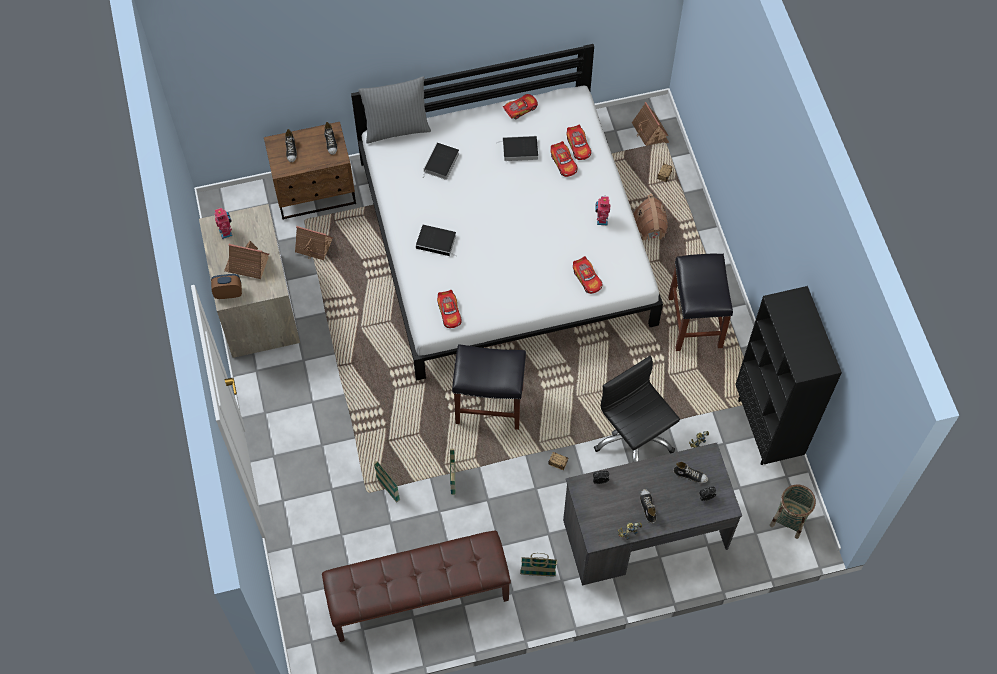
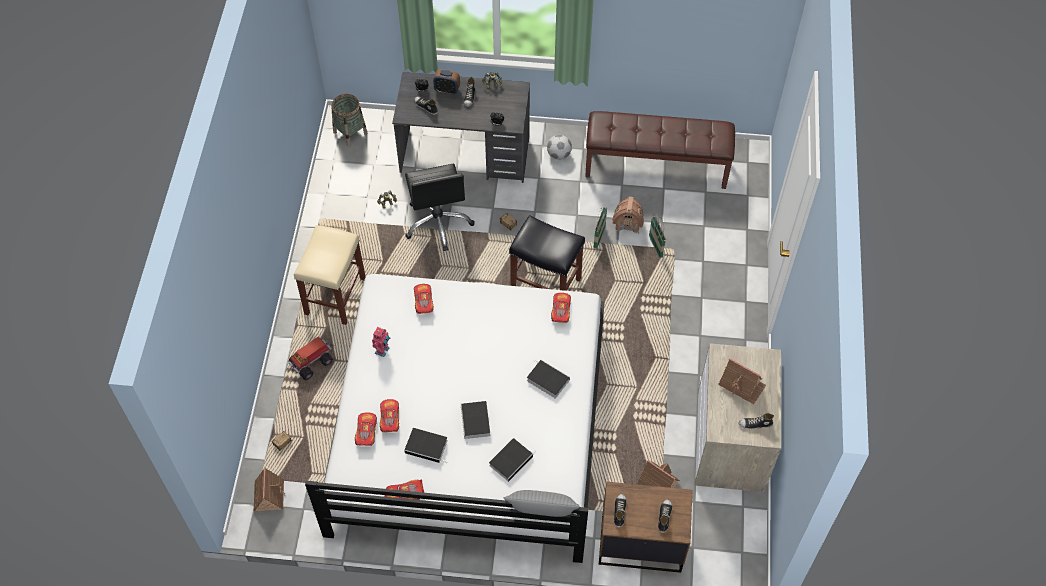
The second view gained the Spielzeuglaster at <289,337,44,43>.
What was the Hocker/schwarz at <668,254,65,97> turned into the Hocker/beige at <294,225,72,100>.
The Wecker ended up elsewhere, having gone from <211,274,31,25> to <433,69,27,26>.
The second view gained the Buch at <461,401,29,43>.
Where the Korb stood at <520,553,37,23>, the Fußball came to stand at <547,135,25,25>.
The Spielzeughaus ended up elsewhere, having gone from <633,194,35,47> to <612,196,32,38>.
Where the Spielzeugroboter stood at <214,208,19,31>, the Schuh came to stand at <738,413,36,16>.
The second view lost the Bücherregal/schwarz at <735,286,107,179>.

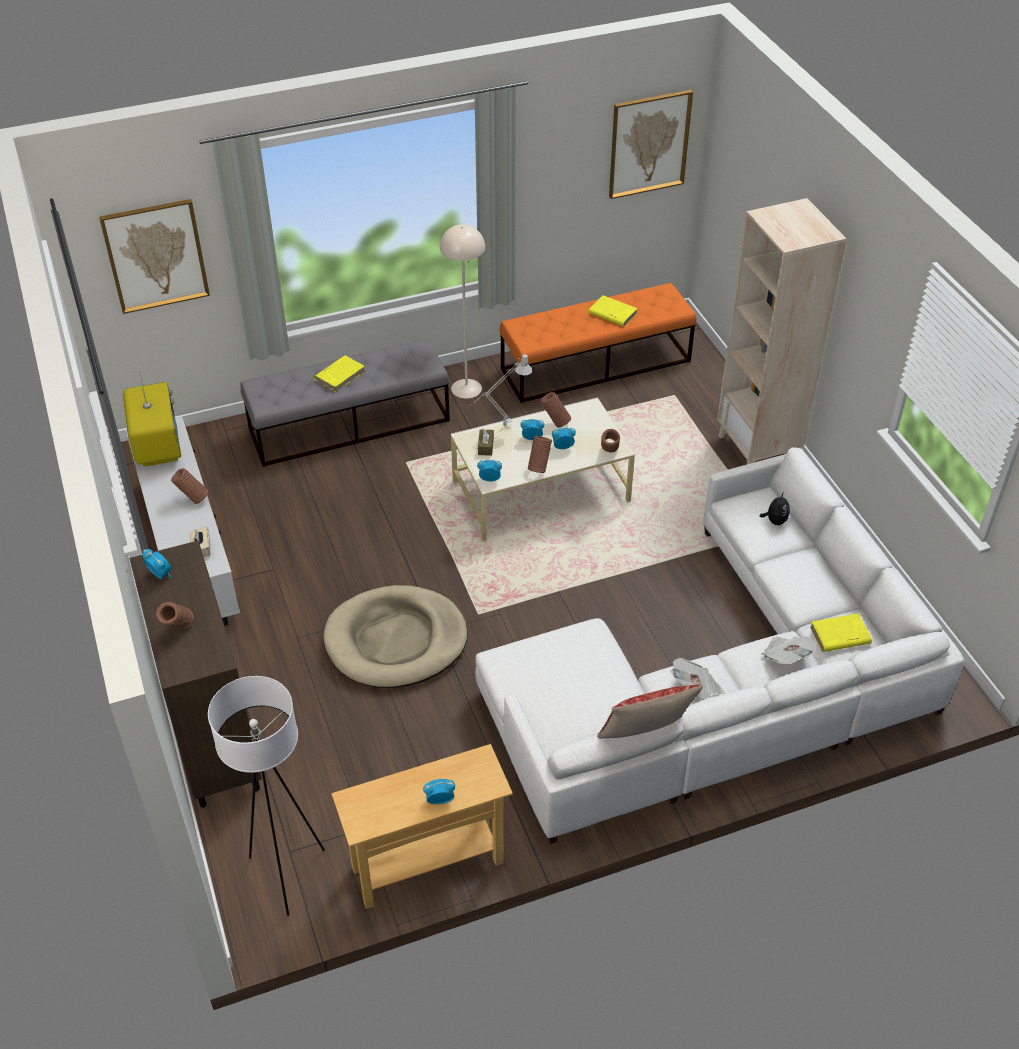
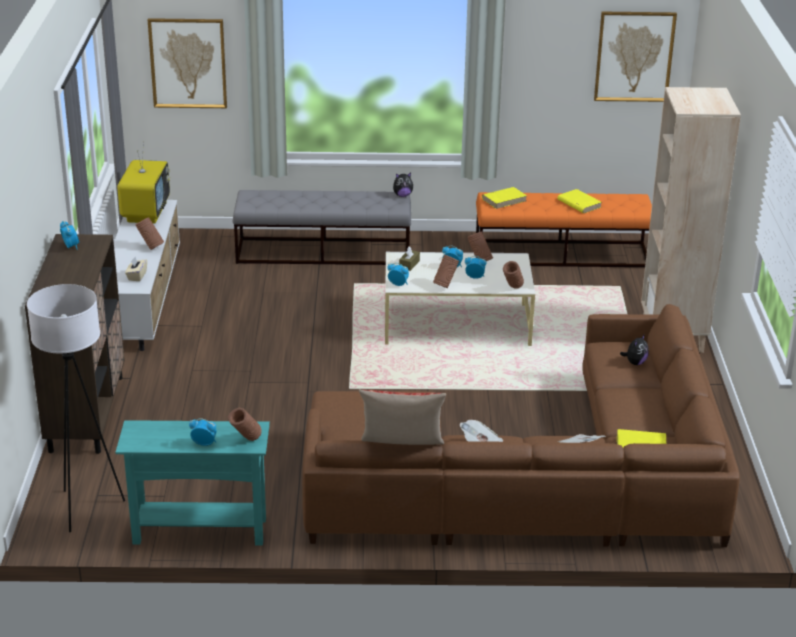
What was the Konsolentisch/beige at <331,744,182,165> turned into the Konsolentisch/türkis at <115,420,155,126>.
The Vase/braun ended up elsewhere, having gone from <156,602,38,27> to <228,408,34,33>.
What was the Sofa/weiß at <475,447,489,397> turned into the Sofa/braun at <302,304,438,243>.
The second view gained the Plüschtier at <393,173,20,24>.
The Buch/gelb ended up elsewhere, having gone from <314,355,51,37> to <482,187,45,22>.
The second view lost the Hundebett/beige at <323,585,144,103>.
The second view lost the Stehlampe/beige at <440,224,45,175>.
The second view lost the Tischlampe/grau at <472,354,60,72>.

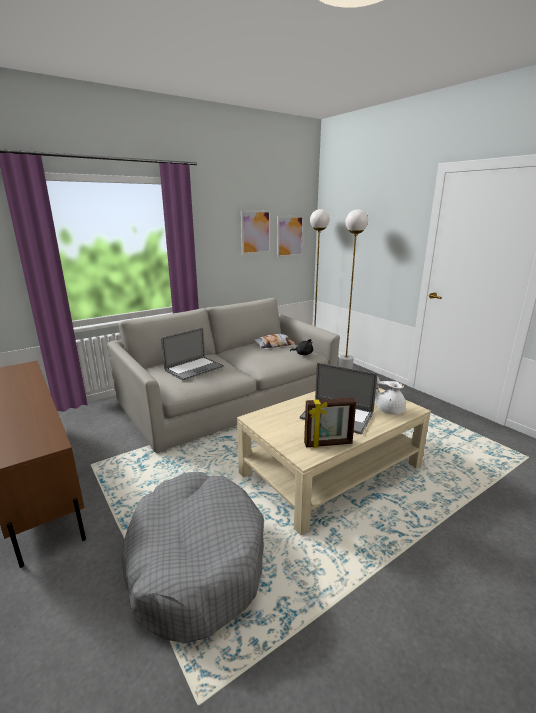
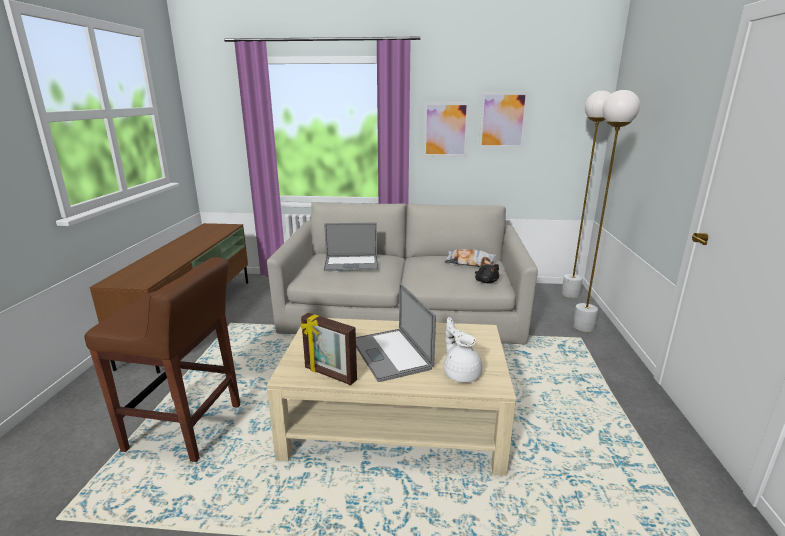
Where the Hundebett/grau stood at <121,472,143,171>, the Hocker/braun came to stand at <84,257,157,205>.
The Bild ended up elsewhere, having gone from <277,216,27,41> to <424,103,45,54>.

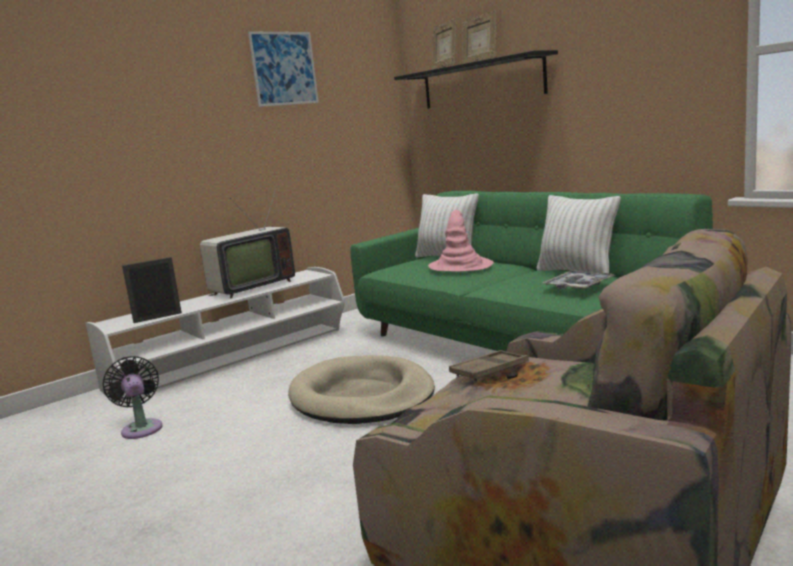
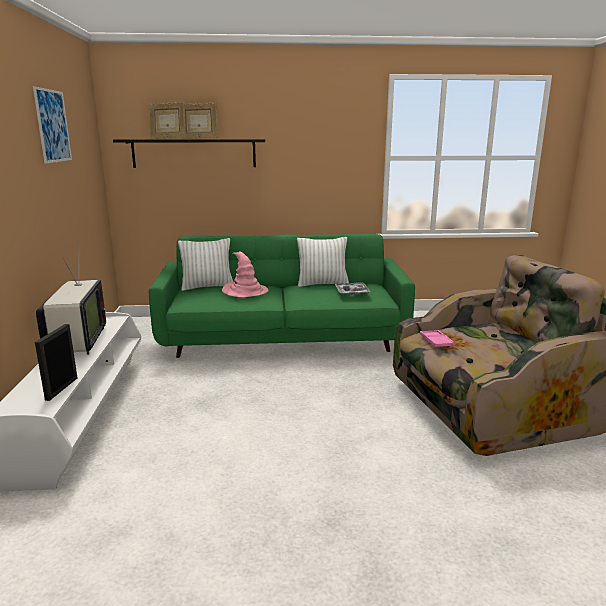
What was the Tablett/braun at <449,350,80,31> turned into the Tablett/rosa at <420,330,35,18>.
The second view lost the Ventilator/schwarz at <103,356,59,83>.
The second view lost the Hundebett/beige at <288,355,147,69>.

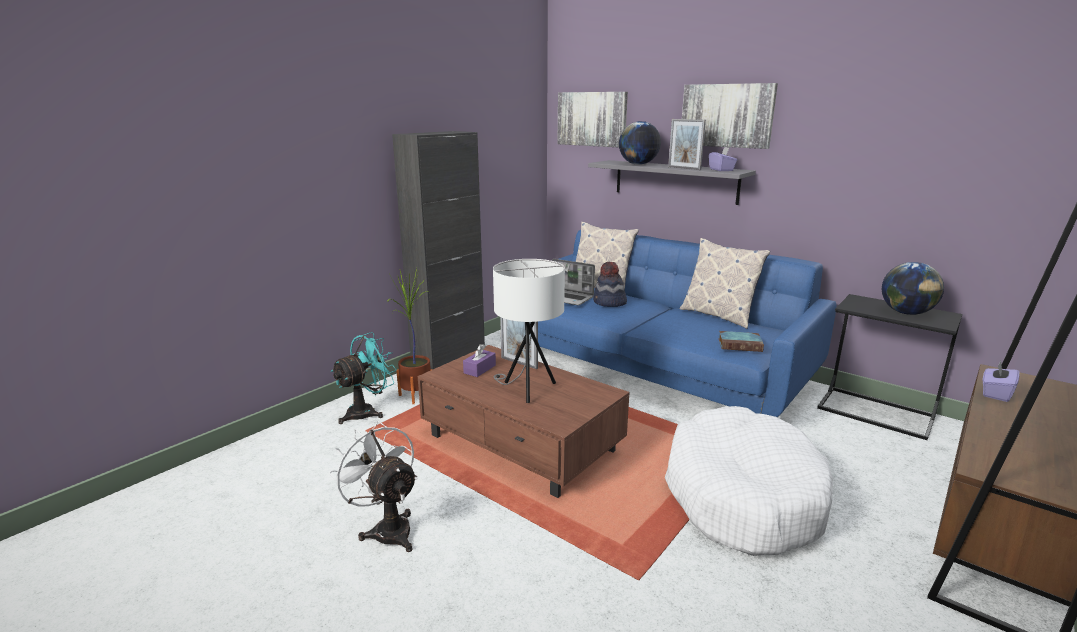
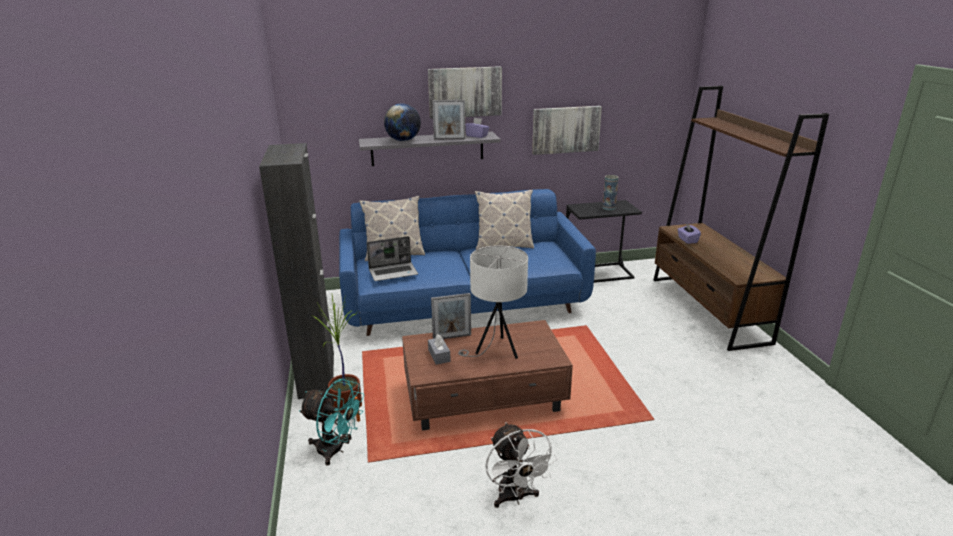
The Ventilator/türkis at <331,332,66,92> ended up facing another way, 120 degrees clockwise from before.
What was the Taschentuchbox/lila at <463,344,33,33> turned into the Taschentuchbox/grau at <428,334,23,31>.
The Ventilator/weiß at <329,421,89,131> ended up facing another way, 105 degrees counterclockwise from before.
The Bild ended up elsewhere, having gone from <557,92,71,55> to <532,106,70,49>.
Where the Globus stood at <882,262,62,53>, the Vase came to stand at <602,175,17,36>.
The second view lost the Hut at <593,262,34,45>.
The second view lost the Hundebett/weiß at <665,406,168,150>.
The second view lost the Buch at <718,331,46,21>.

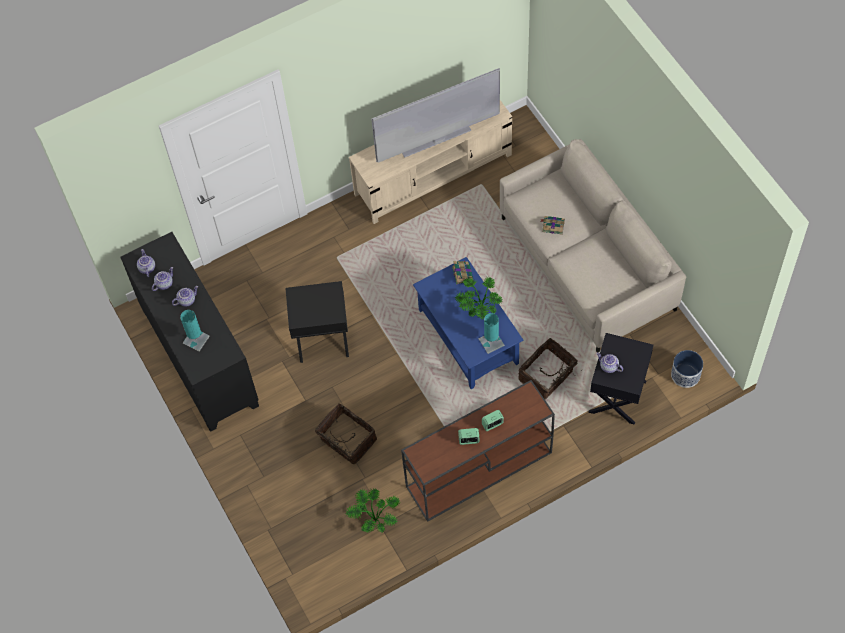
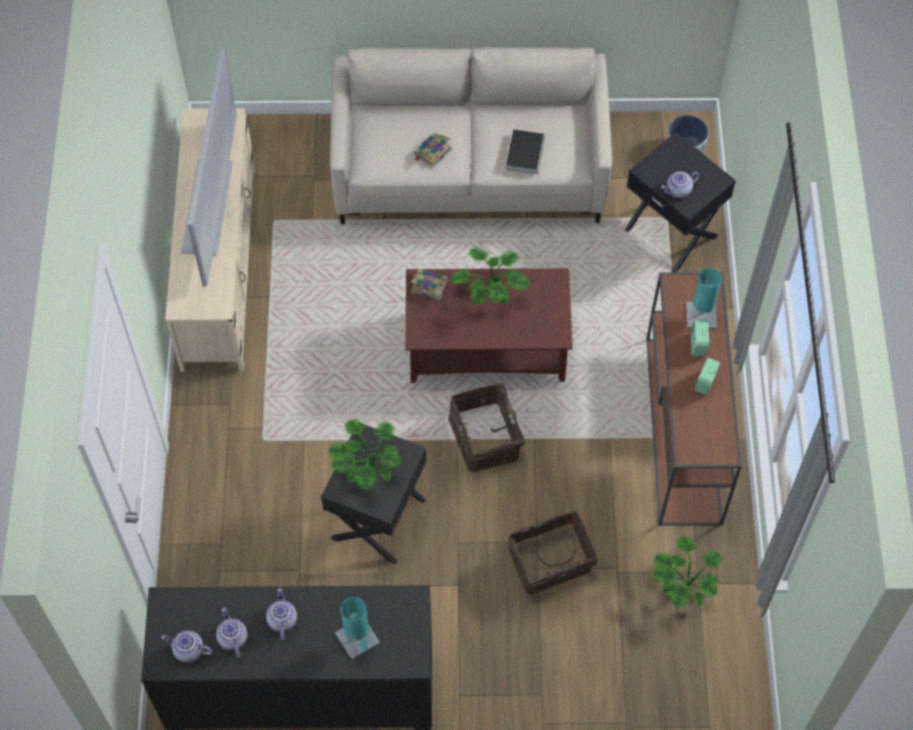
The second view gained the Topfpflanze at <328,418,74,73>.
What was the Couchtisch/blau at <413,257,110,132> turned into the Couchtisch/braun at <406,268,167,115>.
The Korb ended up elsewhere, having gone from <518,338,60,62> to <448,383,77,89>.
The second view gained the Buch at <506,129,39,46>.
The Tischlampe/türkis ended up elsewhere, having gone from <479,313,26,41> to <686,268,36,61>.

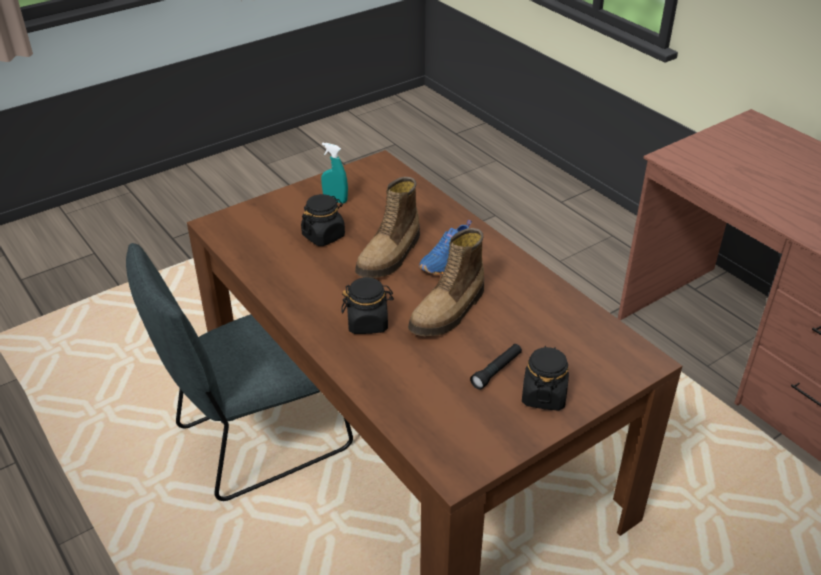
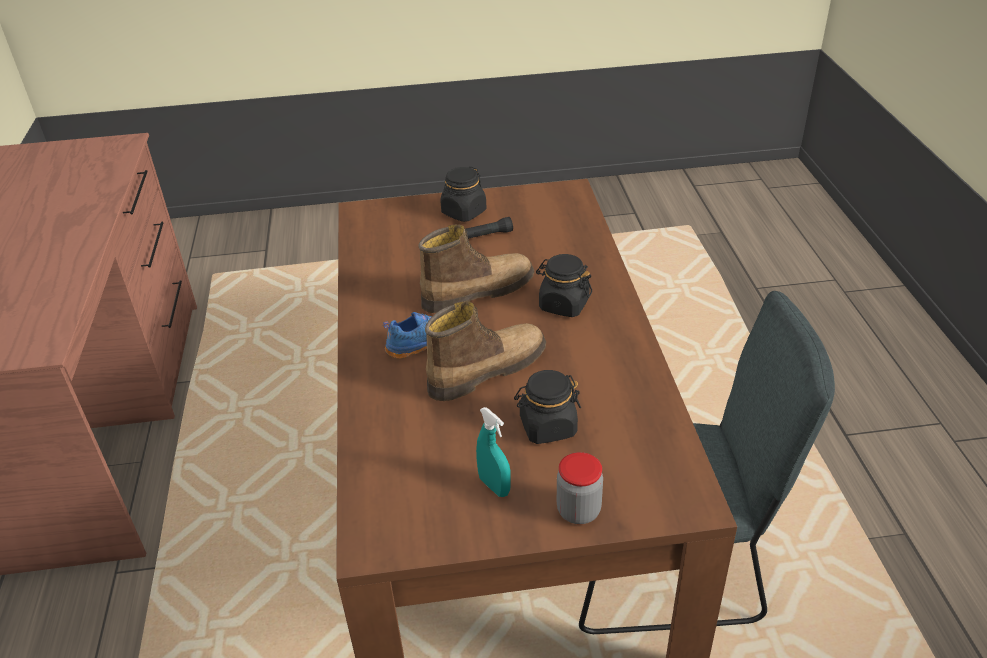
The second view gained the Vorratsglas at <557,452,46,72>.

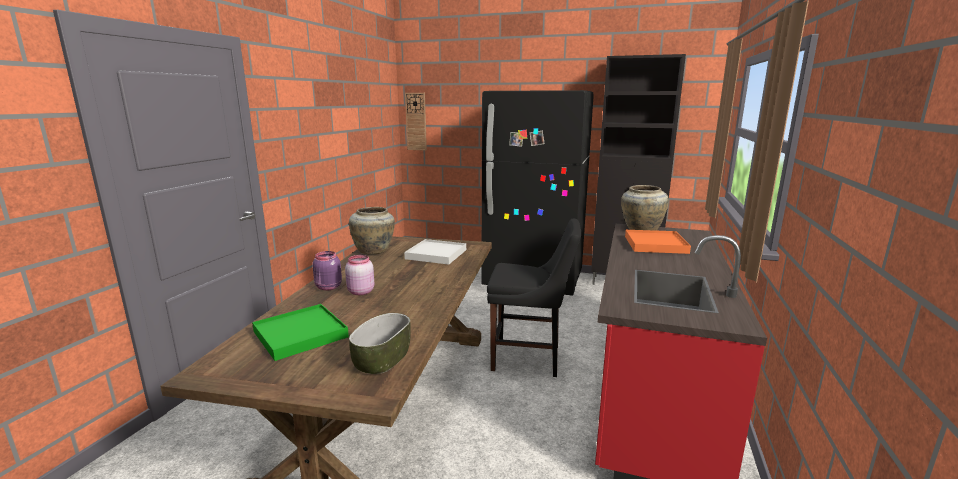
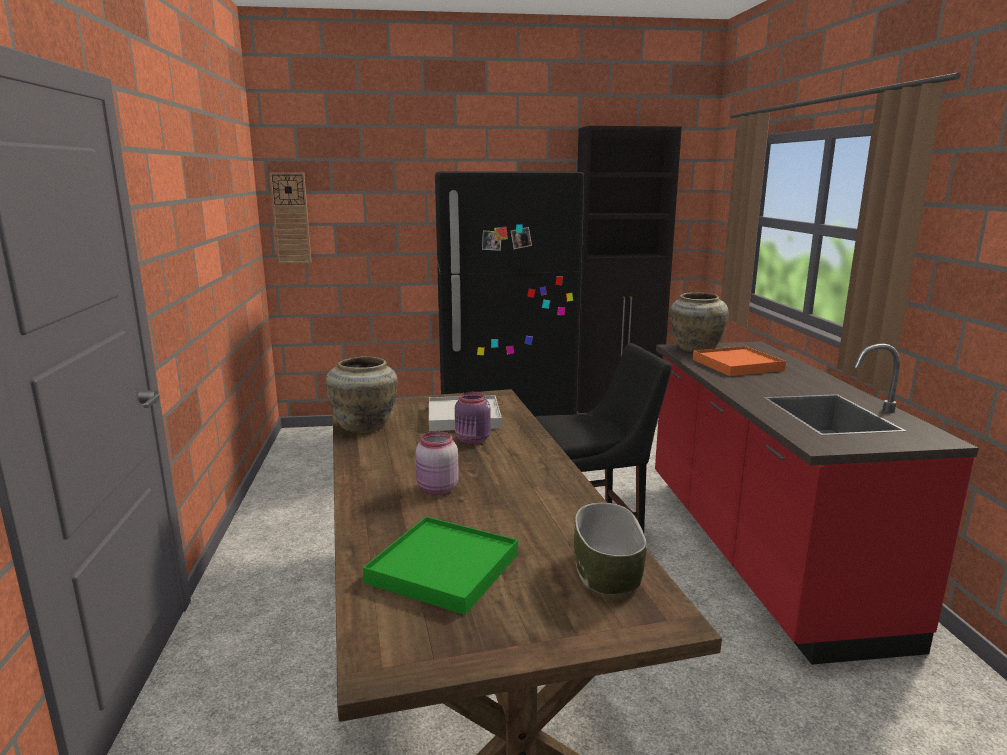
The Vorratsglas/lila ended up elsewhere, having gone from <312,251,30,40> to <455,392,36,53>.

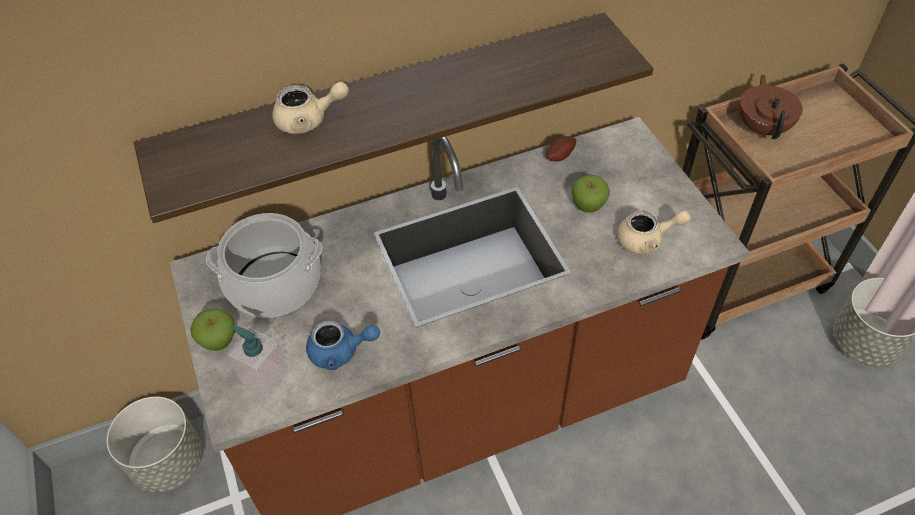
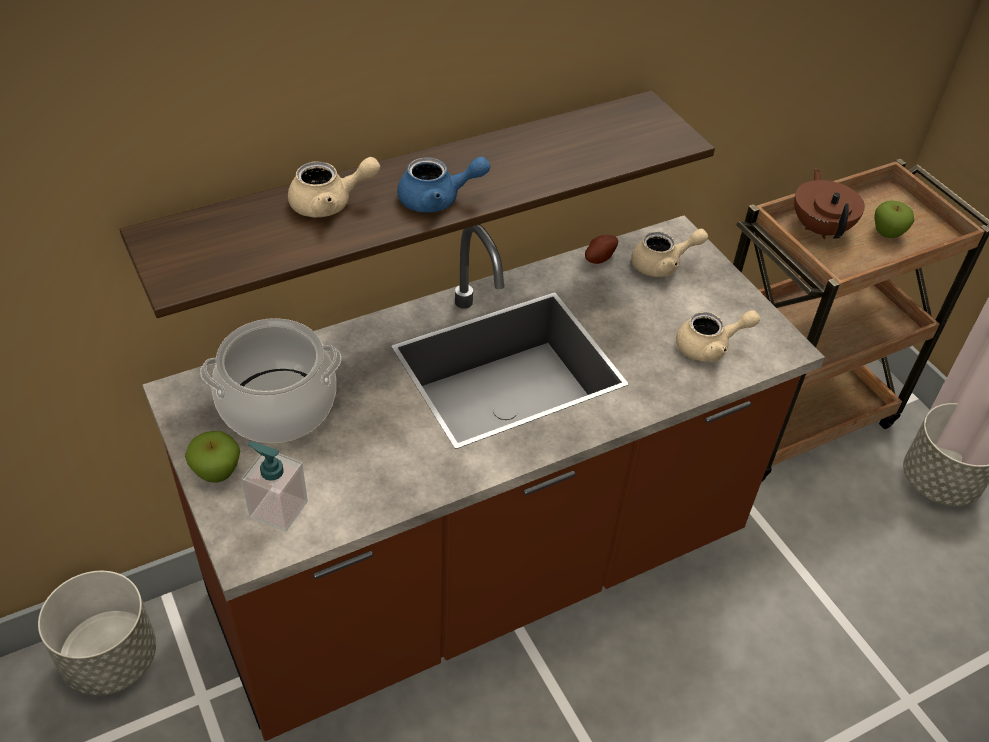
The Teekanne/blau ended up elsewhere, having gone from <306,320,74,50> to <397,157,93,56>.
The second view gained the Teekanne/beige at <631,229,77,48>.
The Apfel ended up elsewhere, having gone from <572,174,38,39> to <874,200,40,38>.

